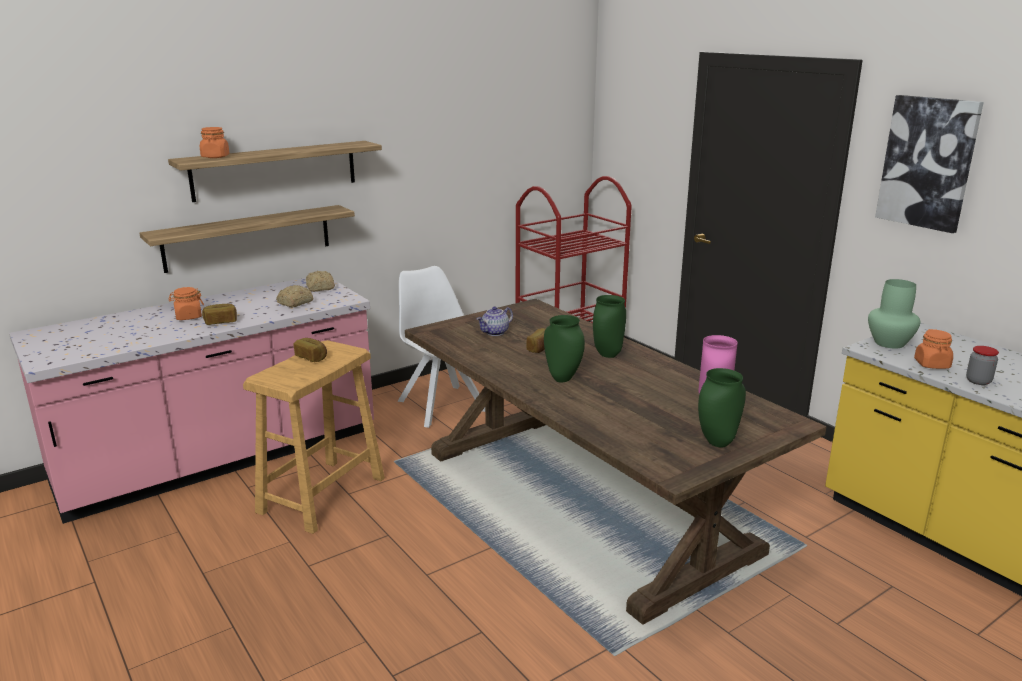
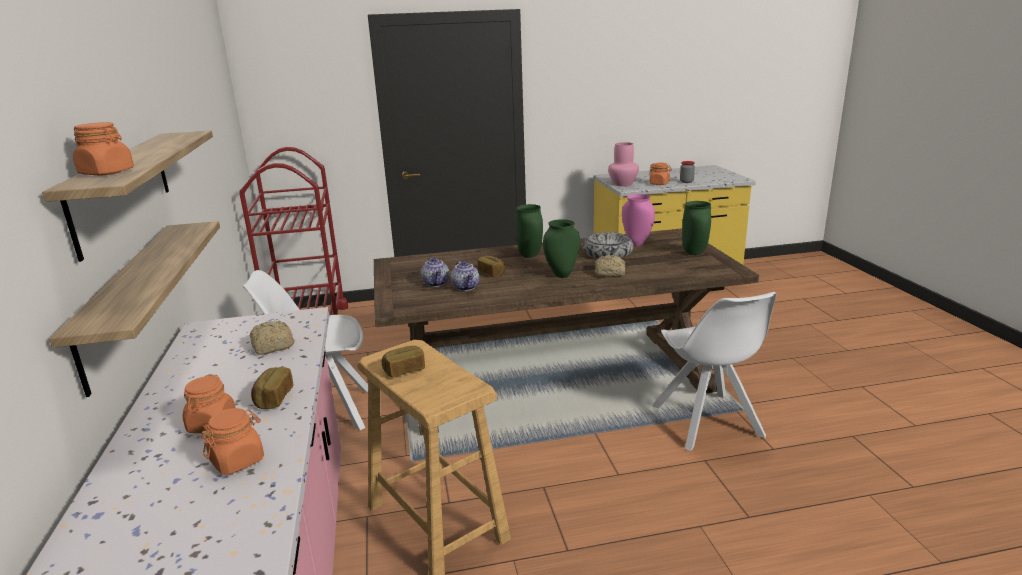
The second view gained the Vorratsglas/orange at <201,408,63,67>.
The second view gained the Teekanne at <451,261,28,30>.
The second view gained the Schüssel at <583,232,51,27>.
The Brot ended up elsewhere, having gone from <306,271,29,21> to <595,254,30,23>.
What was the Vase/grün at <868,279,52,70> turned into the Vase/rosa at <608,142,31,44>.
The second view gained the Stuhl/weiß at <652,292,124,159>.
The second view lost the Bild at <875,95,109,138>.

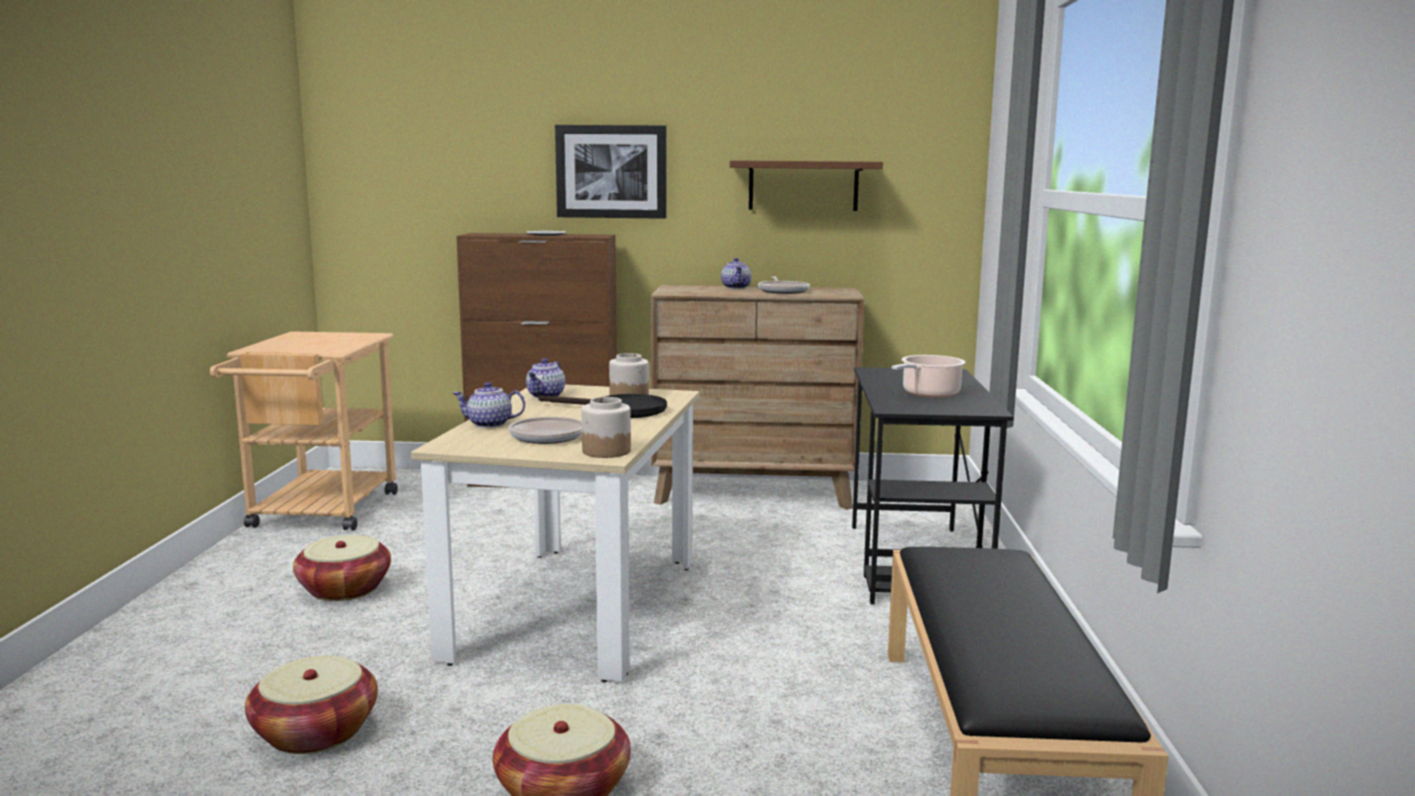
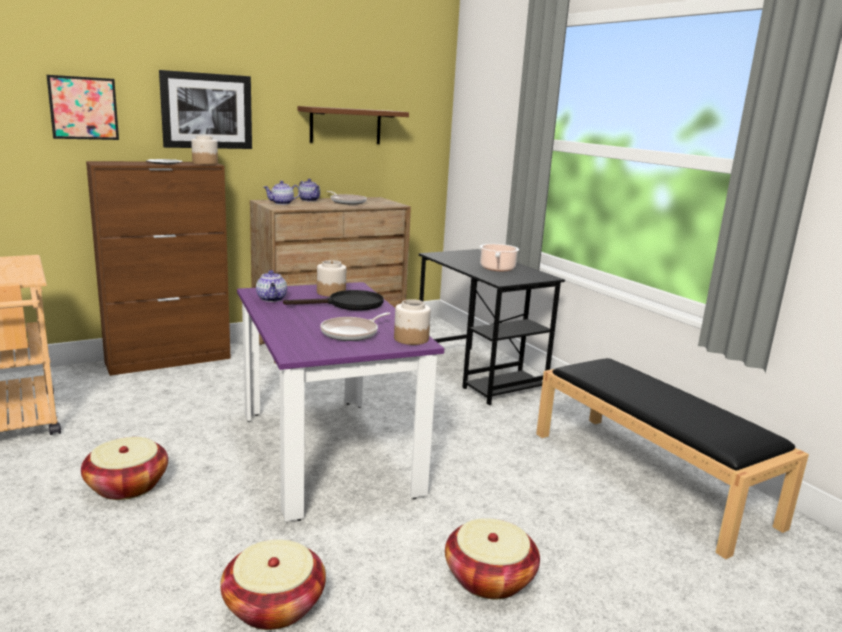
The second view gained the Bild at <47,75,72,65>.
The second view gained the Vorratsglas at <191,135,27,30>.
What was the Esstisch/beige at <411,384,288,299> turned into the Esstisch/lila at <237,282,207,240>.
The Teekanne ended up elsewhere, having gone from <453,382,72,46> to <264,181,36,24>.

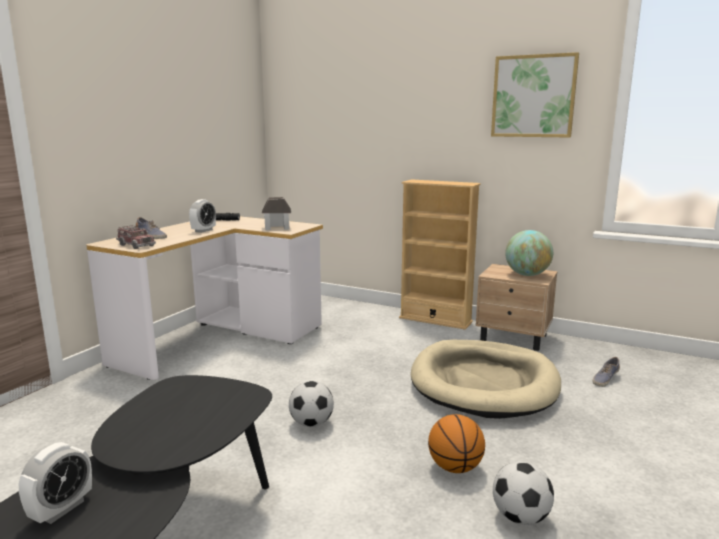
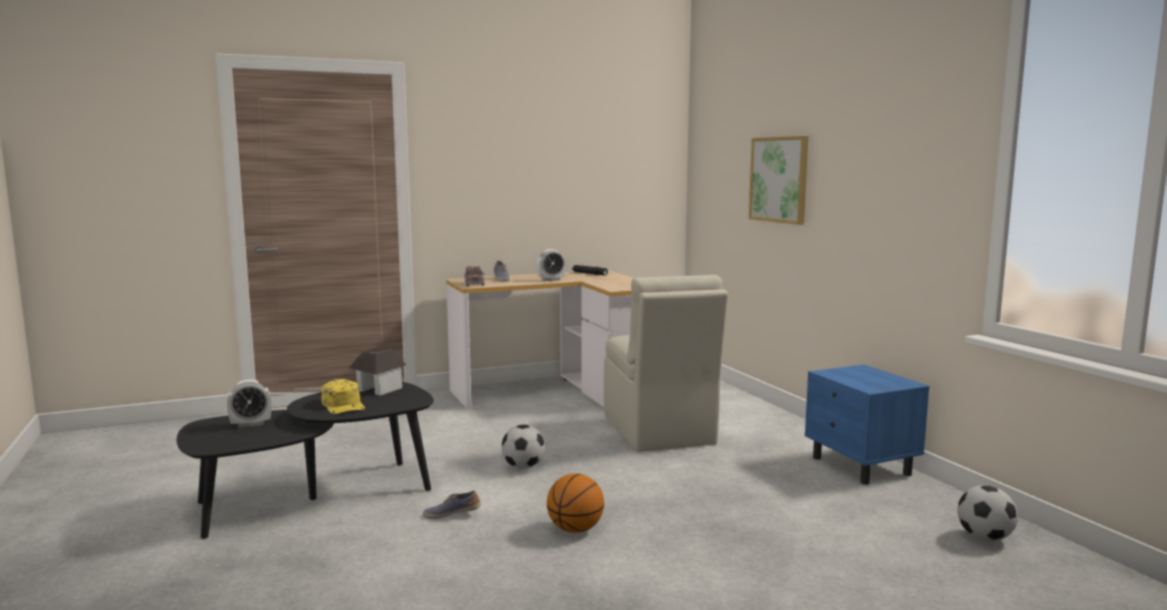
The second view gained the Kappe/gelb at <321,379,44,35>.
The Spielzeughaus ended up elsewhere, having gone from <262,197,29,33> to <349,347,57,49>.
The Schuh ended up elsewhere, having gone from <593,357,27,30> to <423,490,58,29>.
The second view gained the Stuhl/beige at <604,275,124,177>.
The Bild ended up elsewhere, having gone from <491,52,88,86> to <749,136,59,89>.
What was the Nachttisch/beige at <476,264,81,87> turned into the Nachttisch/blau at <805,365,125,120>.
The Fußball ended up elsewhere, having gone from <493,461,61,64> to <957,485,61,56>.
The second view lost the Bücherregal/beige at <399,179,82,151>.
The second view lost the Hundebett/beige at <411,340,150,79>.
The second view lost the Globus at <505,230,48,46>.

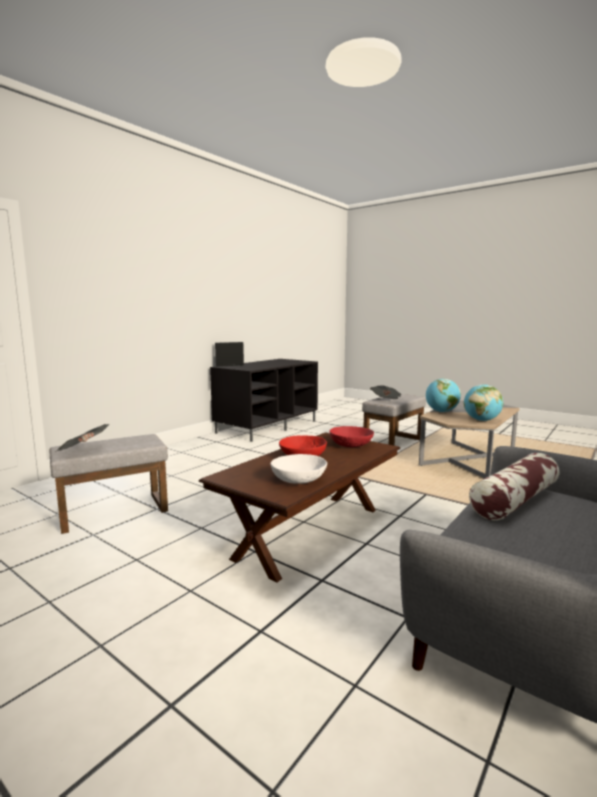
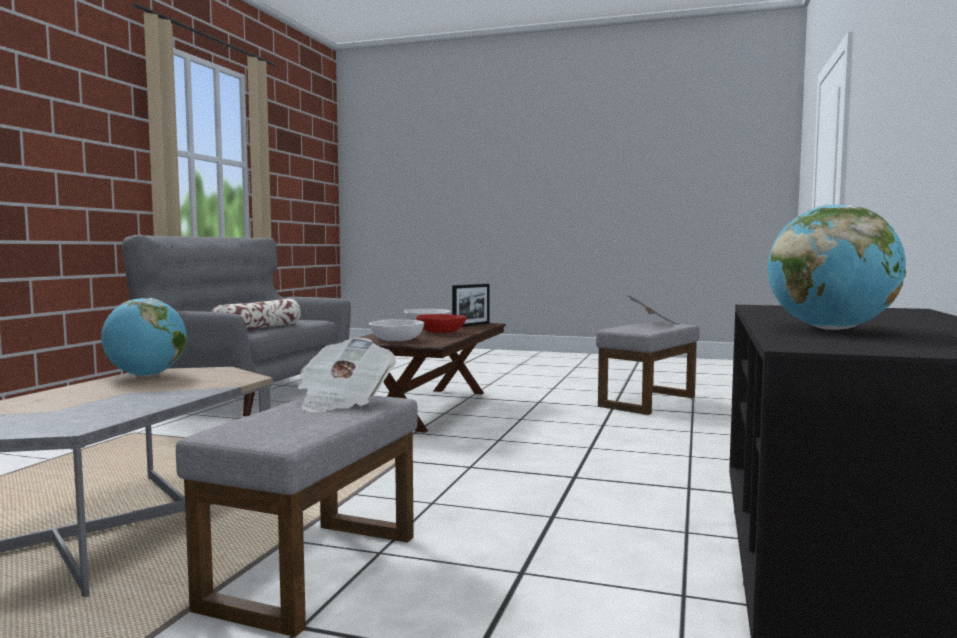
What was the Schüssel/rot at <329,426,45,21> turned into the Schüssel/weiß at <369,319,55,22>.
The Bilderrahmen ended up elsewhere, having gone from <215,342,29,25> to <452,284,38,43>.
The Globus ended up elsewhere, having gone from <426,379,35,33> to <768,204,138,126>.

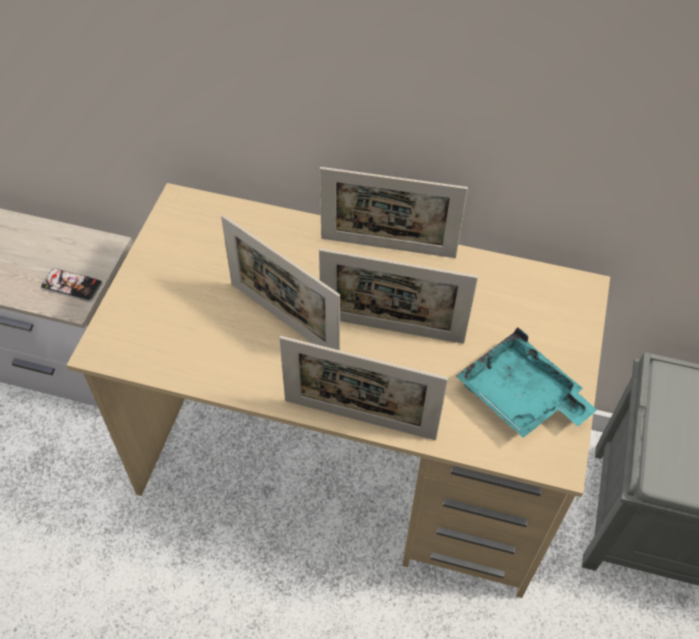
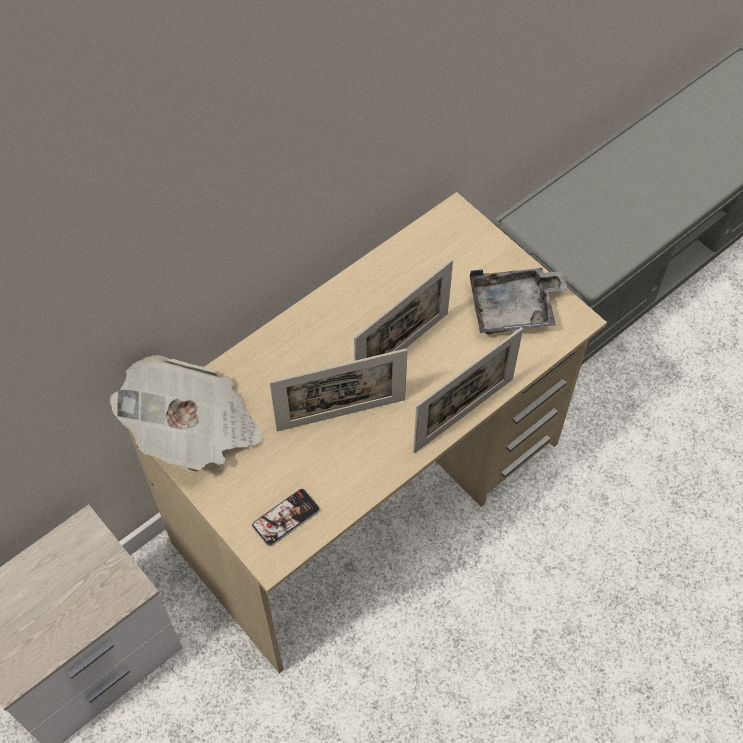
The second view gained the Zeitung at <110,355,153,117>.
The Handy ended up elsewhere, having gone from <41,268,61,34> to <252,489,68,57>.
What was the Tablett/türkis at <456,327,141,111> turned into the Tablett/grau at <470,268,98,66>.
The second view lost the Bilderrahmen at <320,167,148,91>.

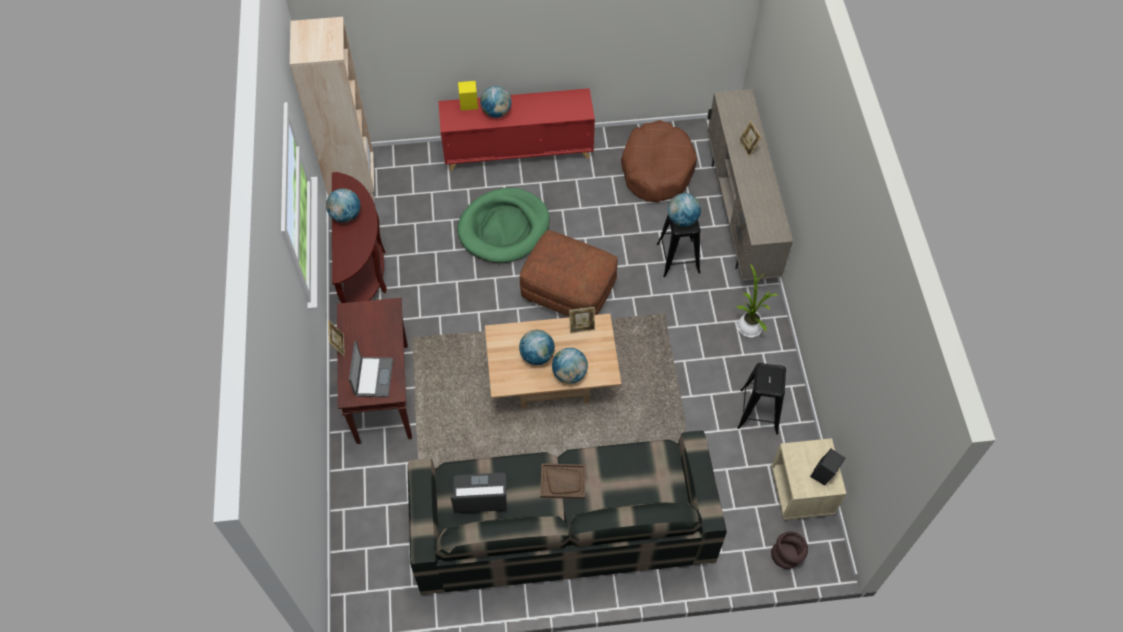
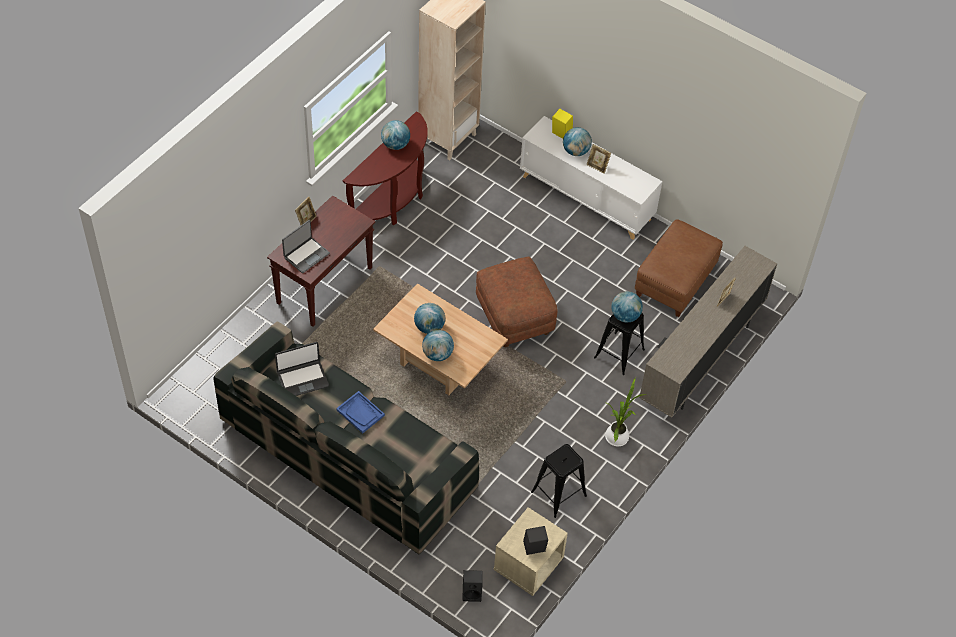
The Laptop at <451,473,56,40> ended up facing another way, 120 degrees clockwise from before.
What was the Tablett/braun at <540,463,46,36> turned into the Tablett/blau at <336,391,49,43>.
Where the Vase/braun stood at <771,532,37,37>, the Lautsprecher/schwarz came to stand at <463,570,20,32>.
What was the Schrank/rot at <438,88,157,83> turned into the Schrank/weiß at <520,116,143,124>.
The Bilderrahmen ended up elsewhere, having gone from <569,307,26,26> to <587,144,24,30>.
Where the Hundebett/braun stood at <621,120,76,82>, the Polsterhocker/braun came to stand at <635,219,88,98>.
The second view lost the Hundebett/grün at <457,188,93,75>.

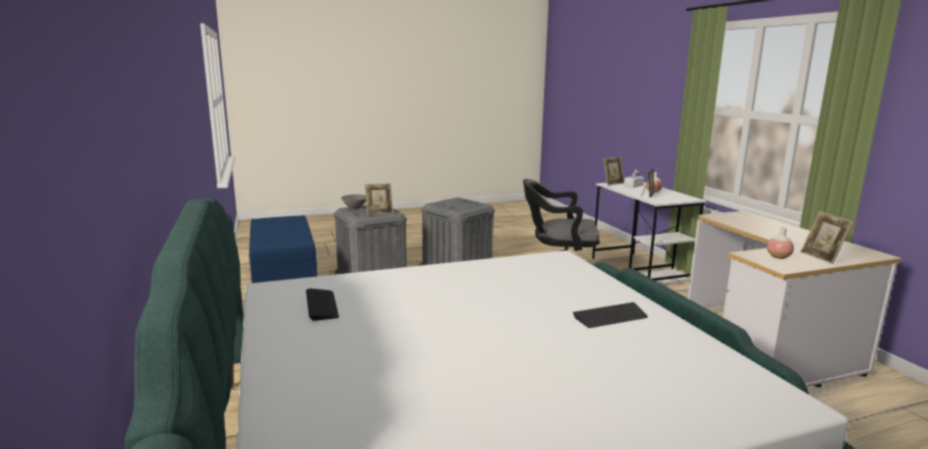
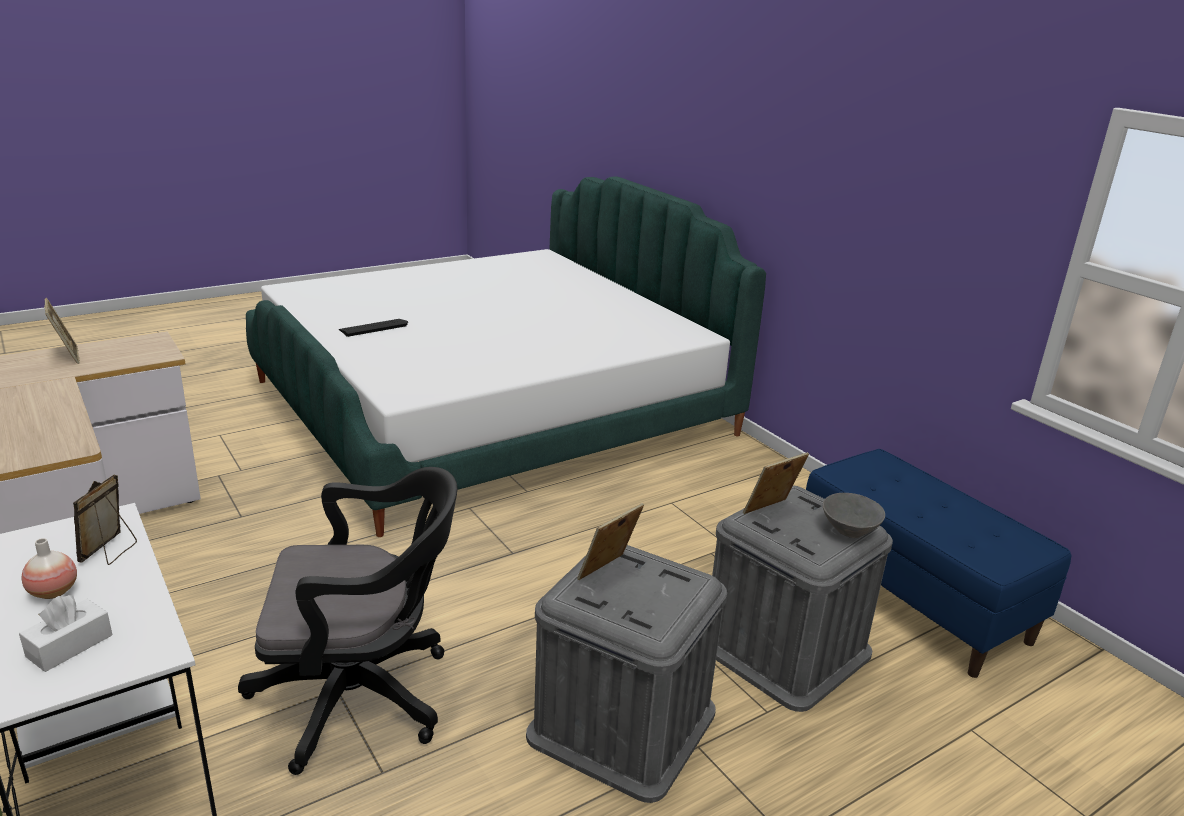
The Bilderrahmen ended up elsewhere, having gone from <603,157,21,29> to <577,503,67,77>.
The second view lost the Tastatur at <306,288,33,33>.
The second view lost the Vase at <767,227,27,32>.

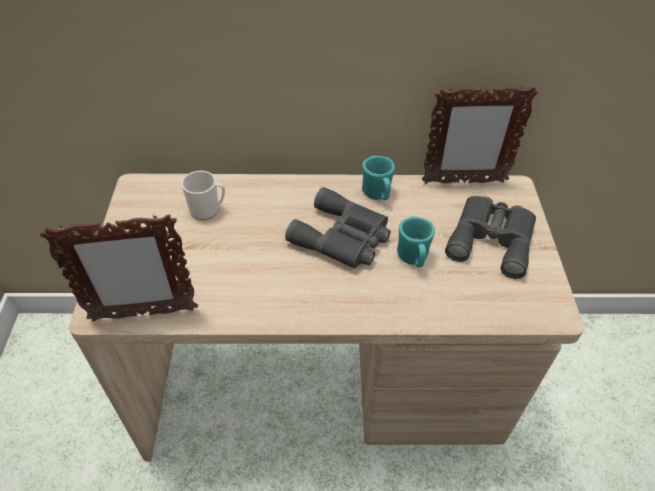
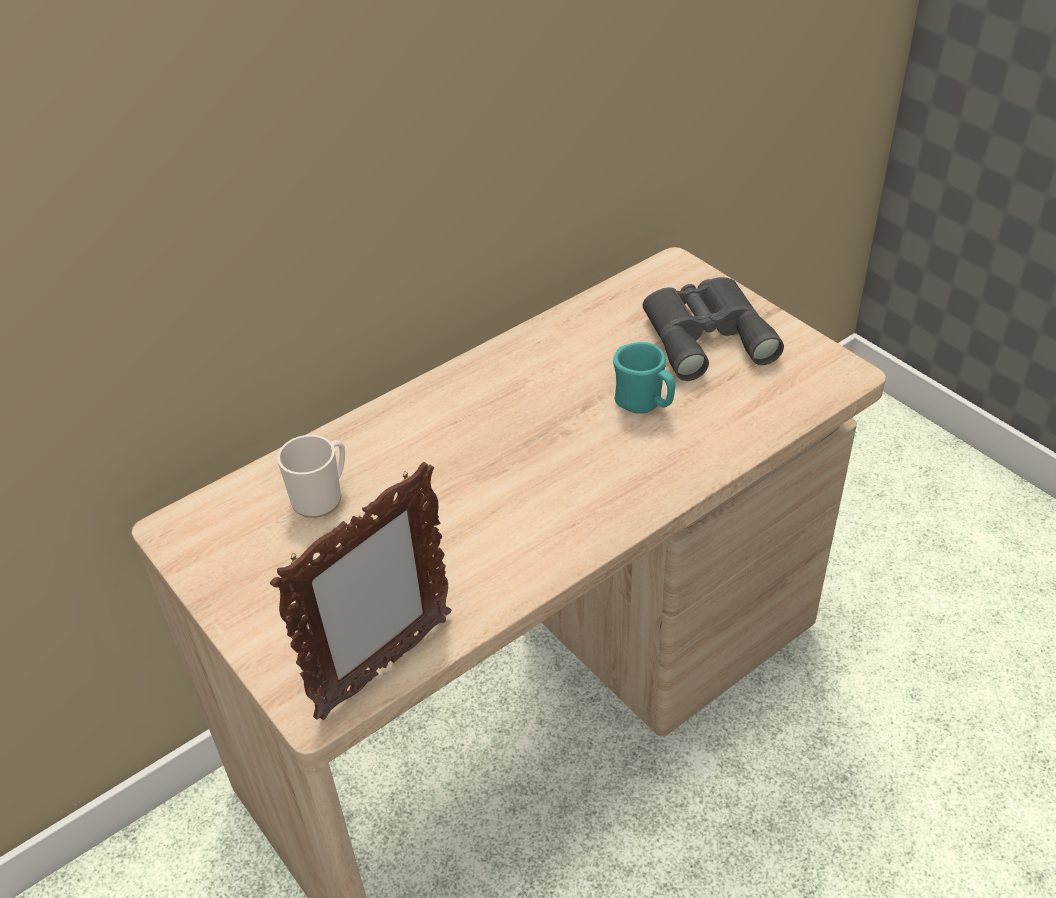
The second view lost the Fernglas/grau at <285,187,106,82>.
The second view lost the Henkelbecher/türkis at <362,156,33,44>.
The second view lost the Bilderrahmen at <422,85,116,99>.

